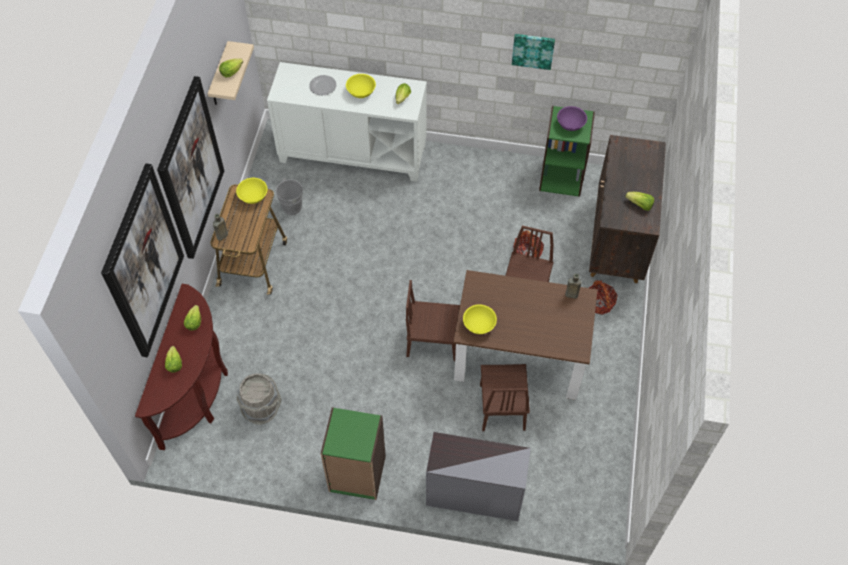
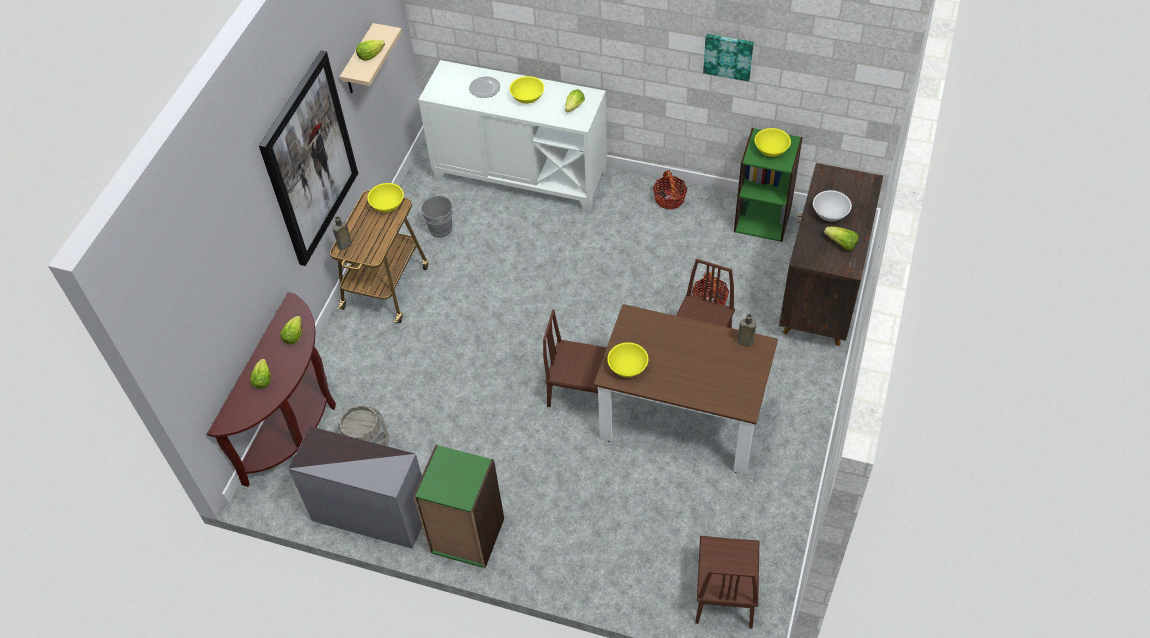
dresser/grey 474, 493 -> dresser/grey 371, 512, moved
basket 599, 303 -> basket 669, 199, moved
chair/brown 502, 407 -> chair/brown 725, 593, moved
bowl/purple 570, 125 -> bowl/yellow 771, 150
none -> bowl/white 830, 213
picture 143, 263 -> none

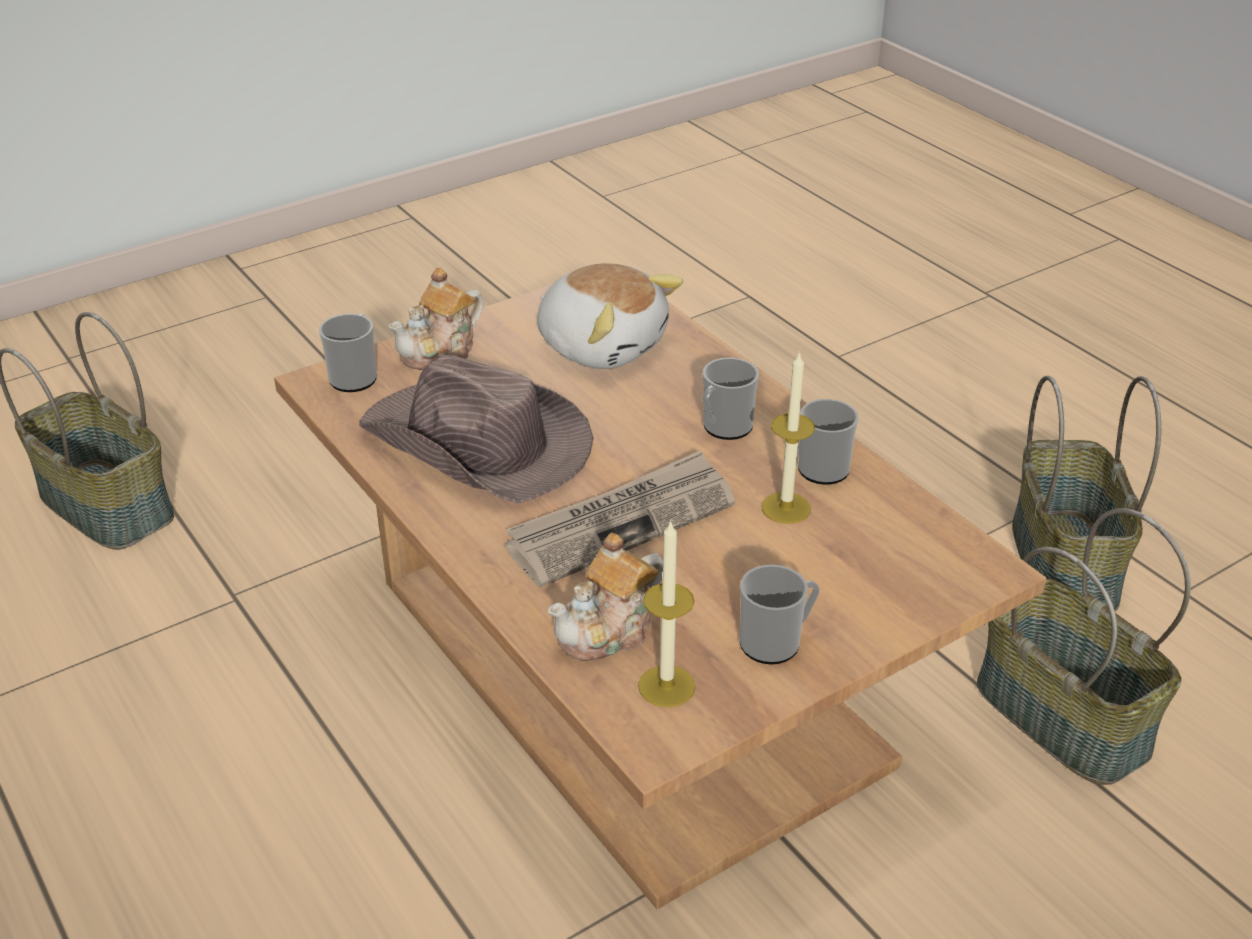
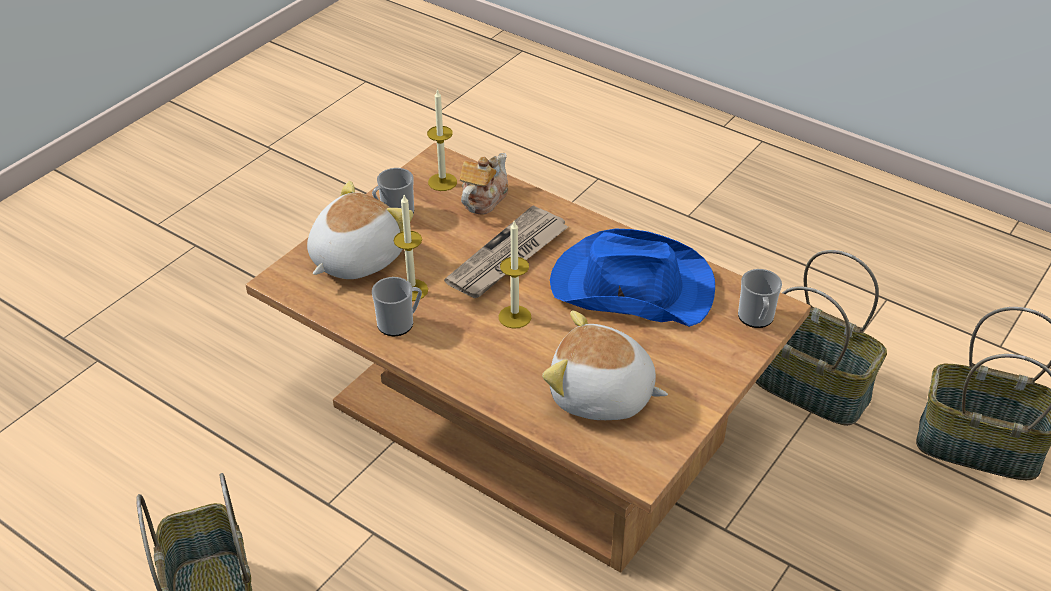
none -> plush toy 355, 258
none -> candle 514, 317
hat/brown 477, 445 -> hat/blue 630, 286
basket 1059, 718 -> basket 812, 387, moved
teapot 441, 351 -> none
mug 724, 428 -> none

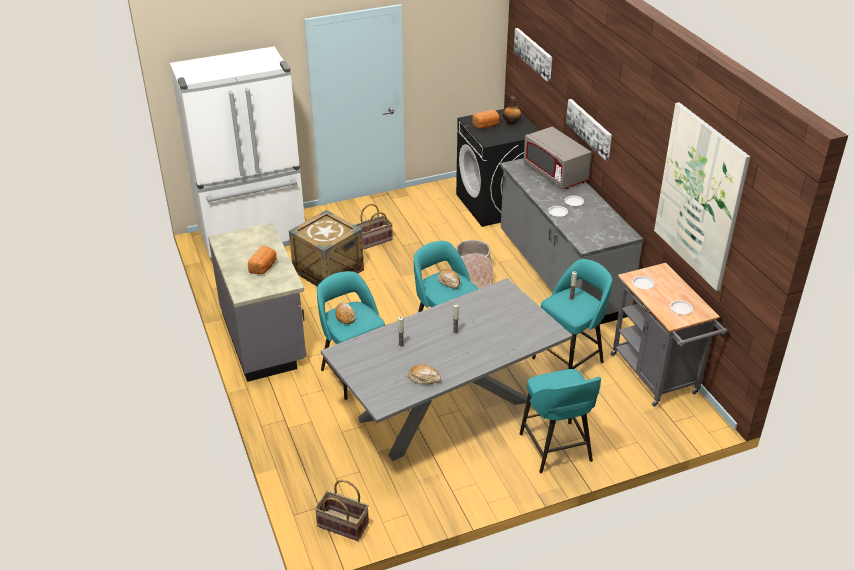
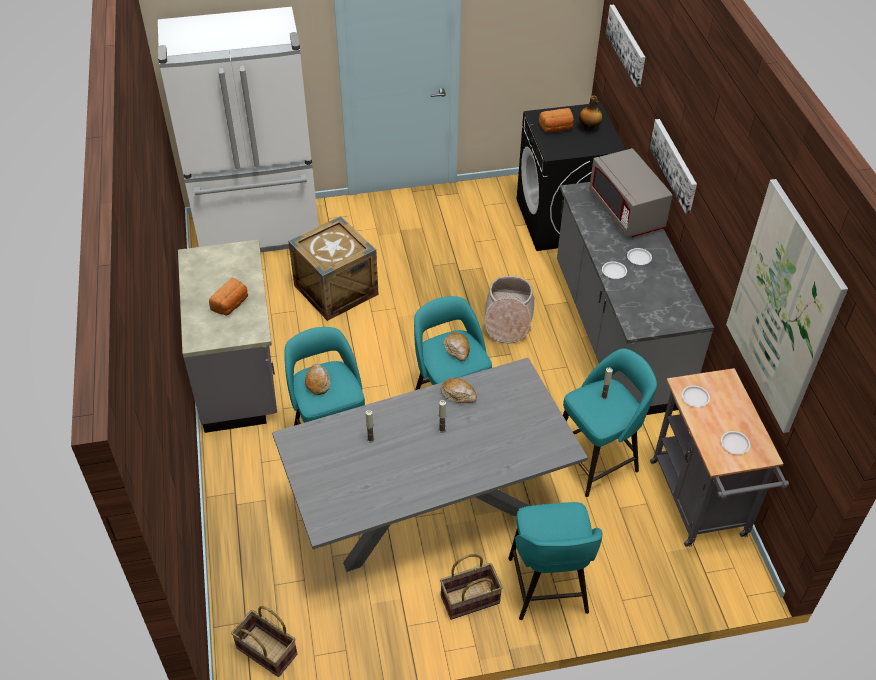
basket 374, 240 -> basket 470, 600, moved
bread 424, 378 -> bread 458, 394, moved

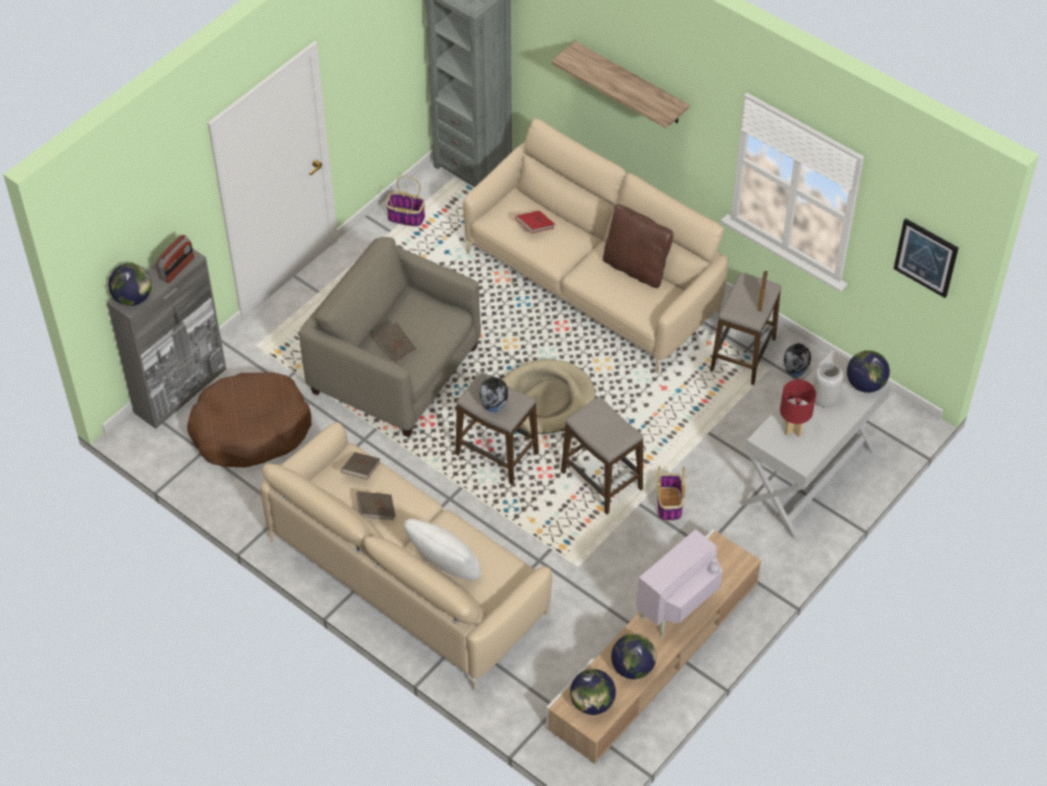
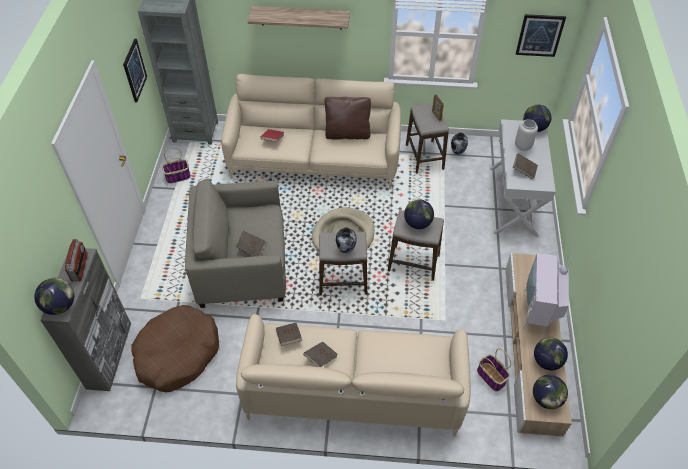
none -> picture 134, 70
none -> globe 417, 223
basket 669, 505 -> basket 491, 377, moved
table lamp/red 792, 430 -> book/brown 524, 170
pillow/white 444, 569 -> none

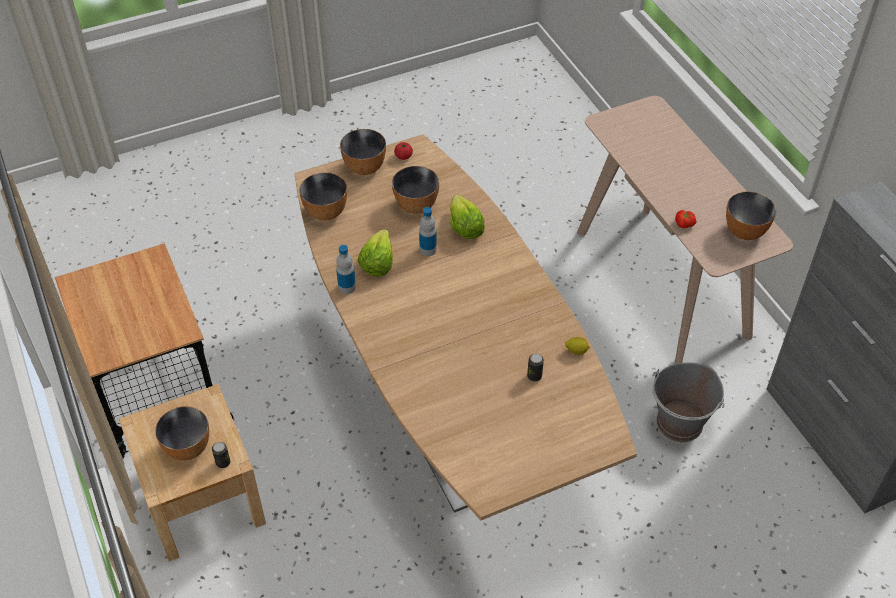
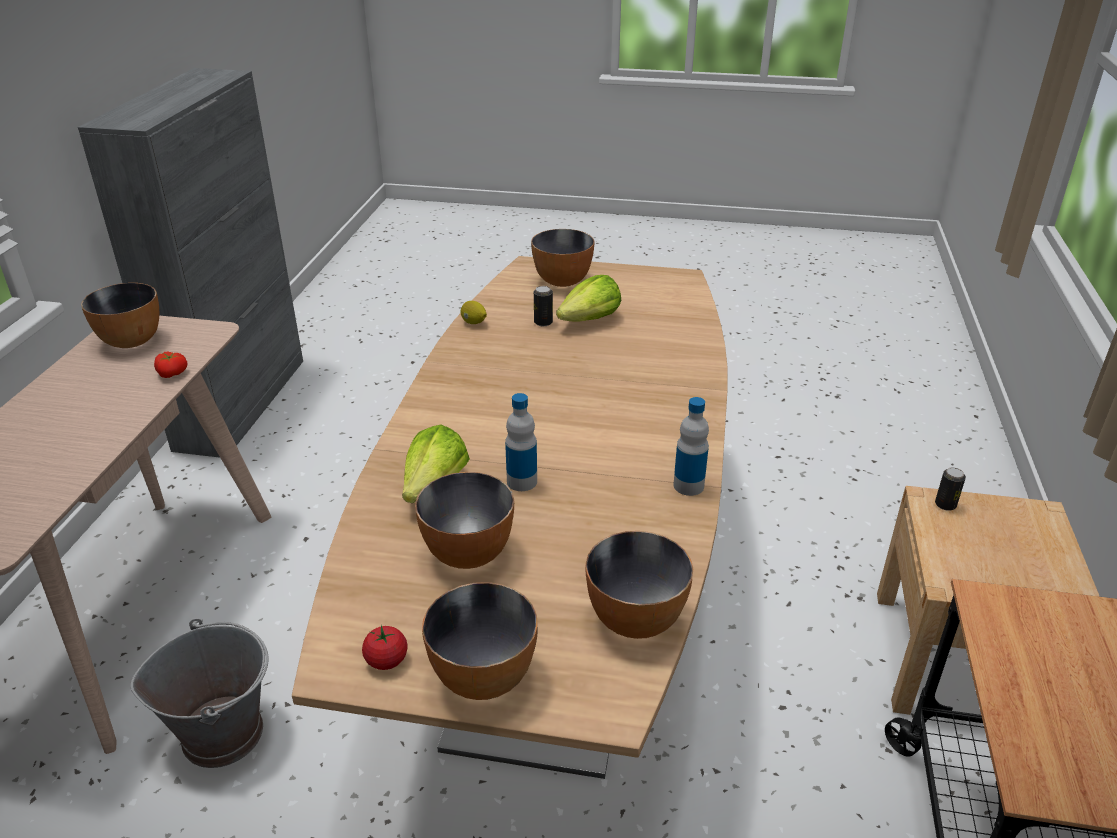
bucket/grey 680, 423 -> bucket/grey 223, 733, moved
bowl 187, 448 -> bowl 563, 281, moved
lettuce 377, 263 -> lettuce 590, 320, moved

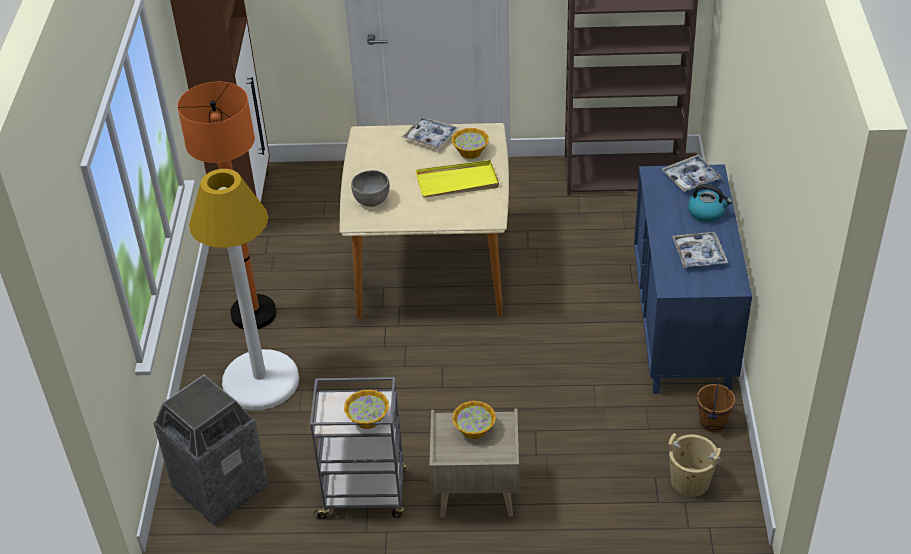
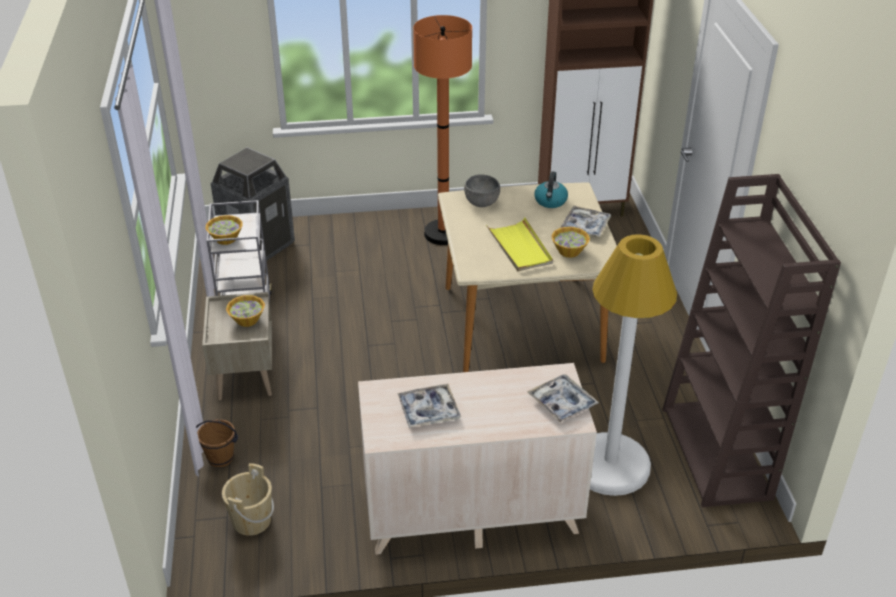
bucket/brown 713, 423 -> bucket/brown 220, 459, moved
dresser/blue 682, 326 -> dresser/beige 471, 511
kettle 707, 213 -> kettle 550, 201, moved
floor lamp/white 260, 381 -> floor lamp/white 609, 465, moved

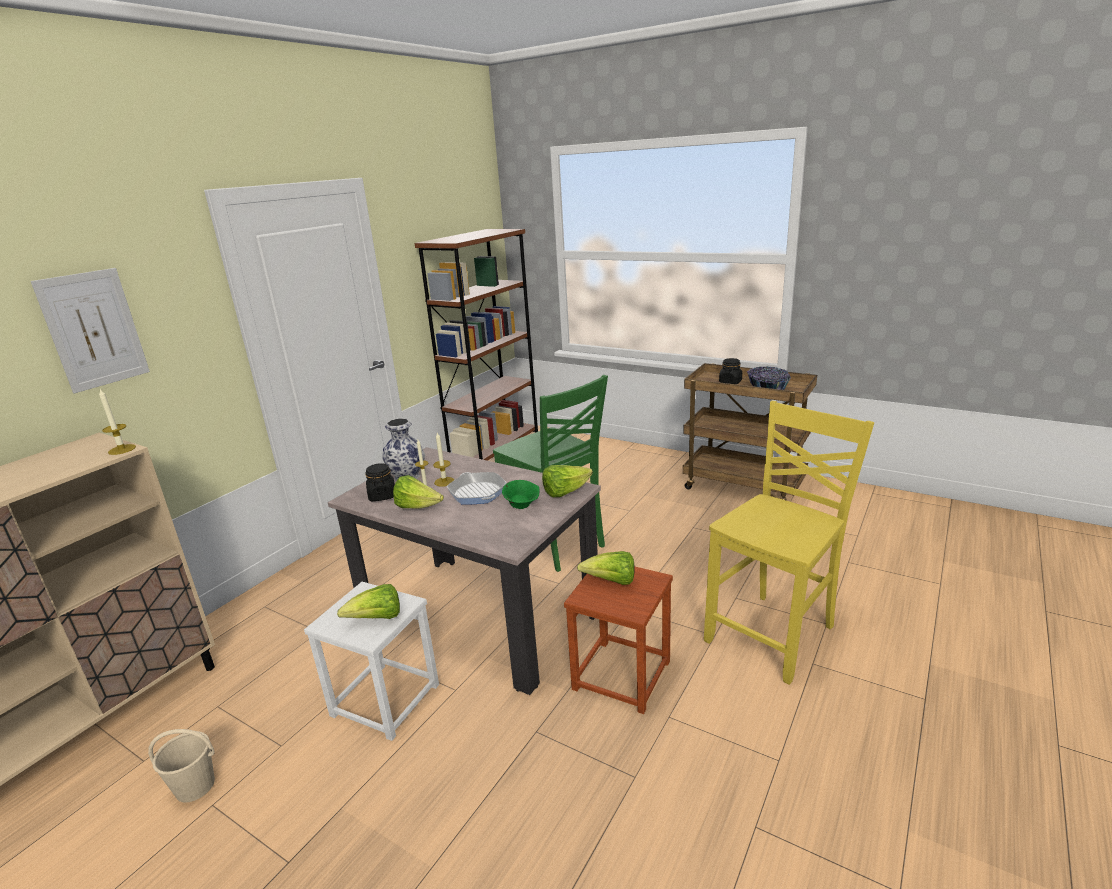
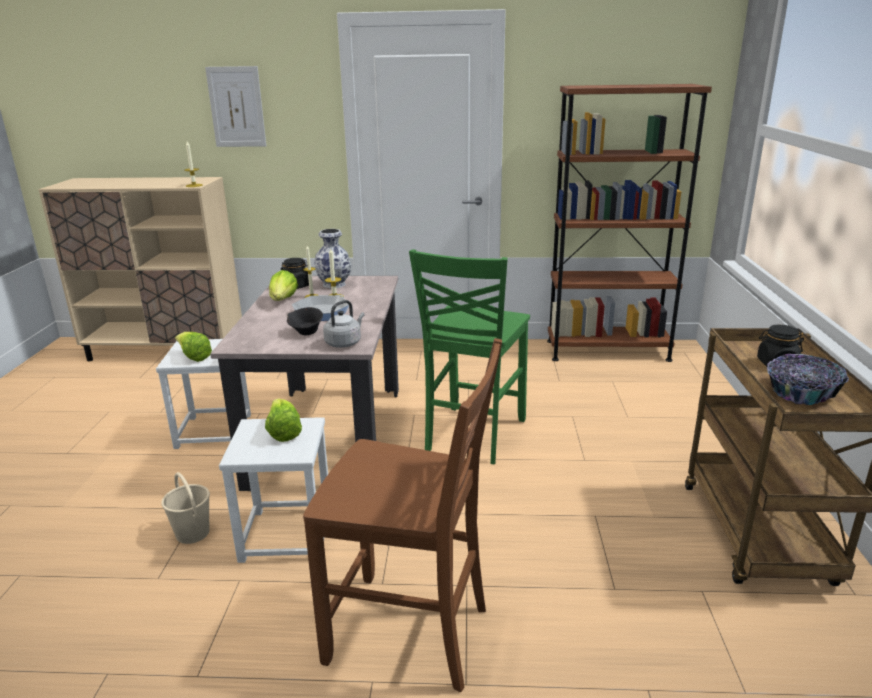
bucket/beige 196, 786 -> bucket/beige 193, 533, moved
stool/brown 622, 675 -> stool/white 286, 535
bowl/green 522, 505 -> bowl/black 307, 333
chair/yellow 774, 634 -> chair/brown 411, 634
lettuce 565, 492 -> kettle/grey 344, 343

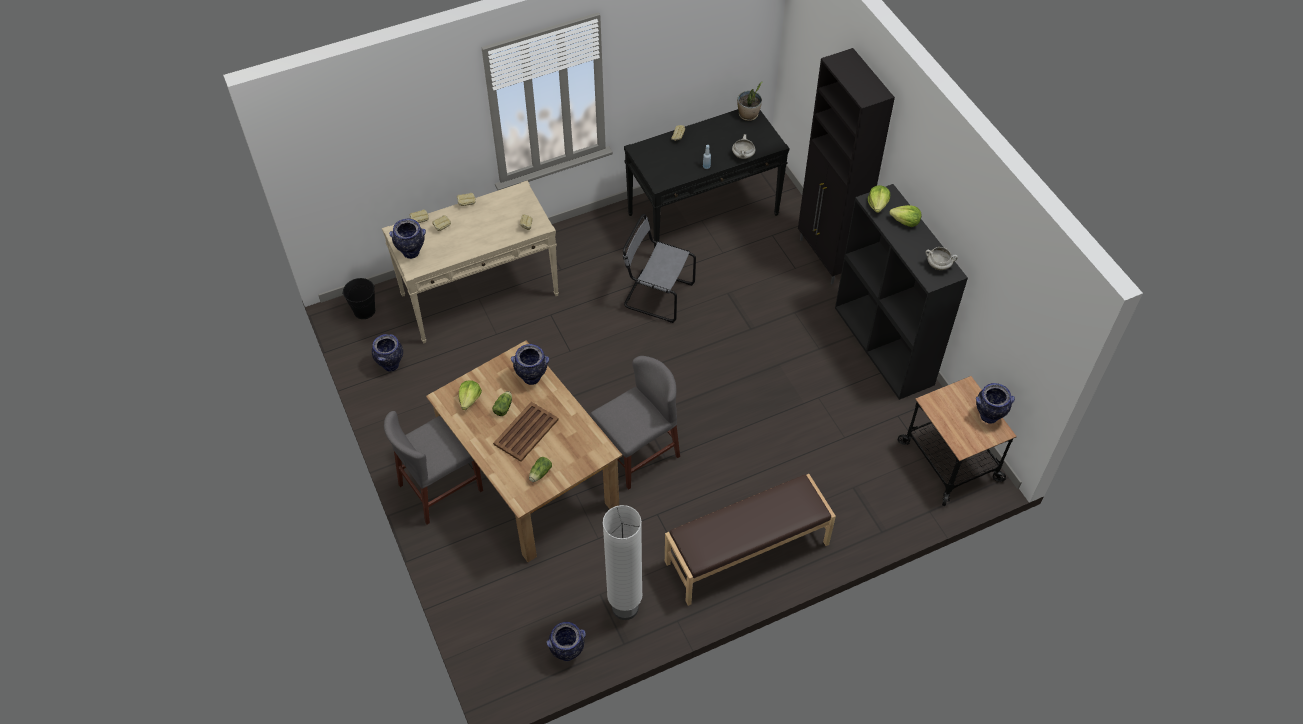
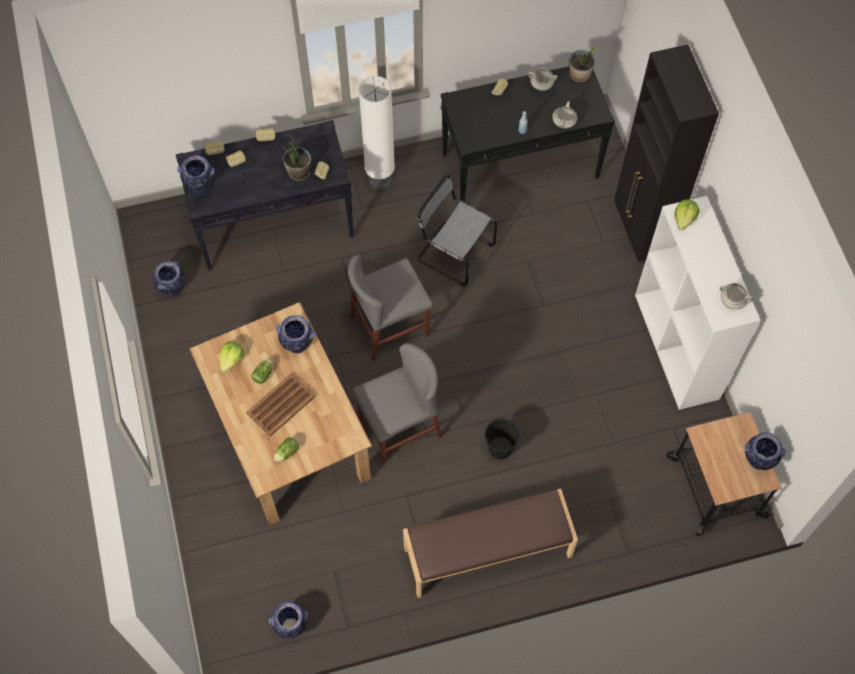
console table/beige 480, 294 -> console table/black 275, 224
none -> potted plant 299, 172
chair/grey 441, 487 -> chair/grey 389, 326, moved
floor lamp/white 625, 607 -> floor lamp/white 380, 181, moved
bucket/black 364, 310 -> bucket/black 500, 448, moved
none -> cooking pot/white 541, 85
bookcase/black 884, 346 -> bookcase/white 677, 347
lettuce 905, 222 -> none

